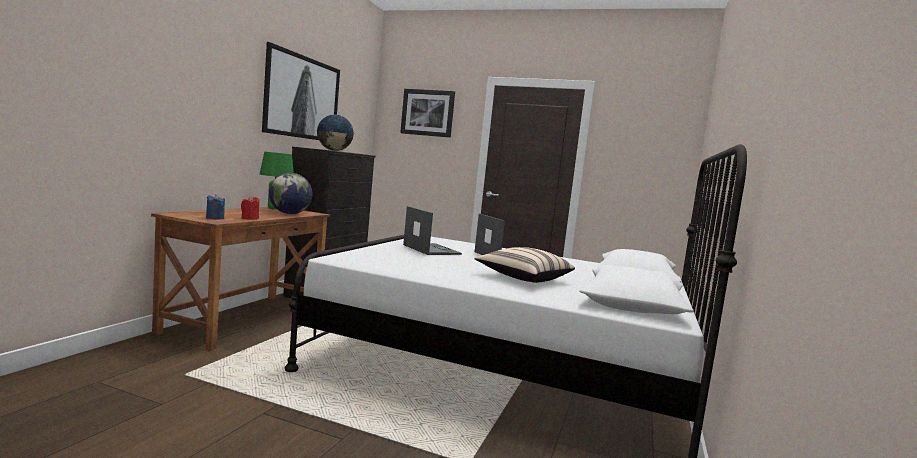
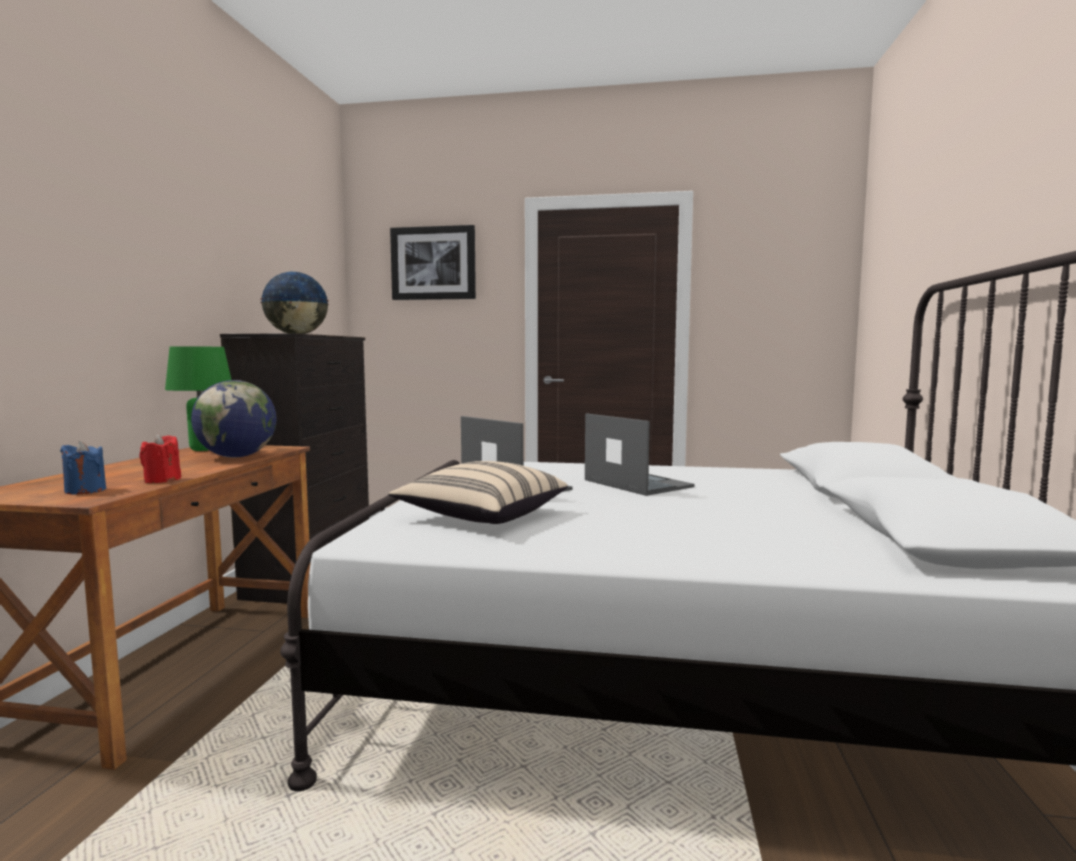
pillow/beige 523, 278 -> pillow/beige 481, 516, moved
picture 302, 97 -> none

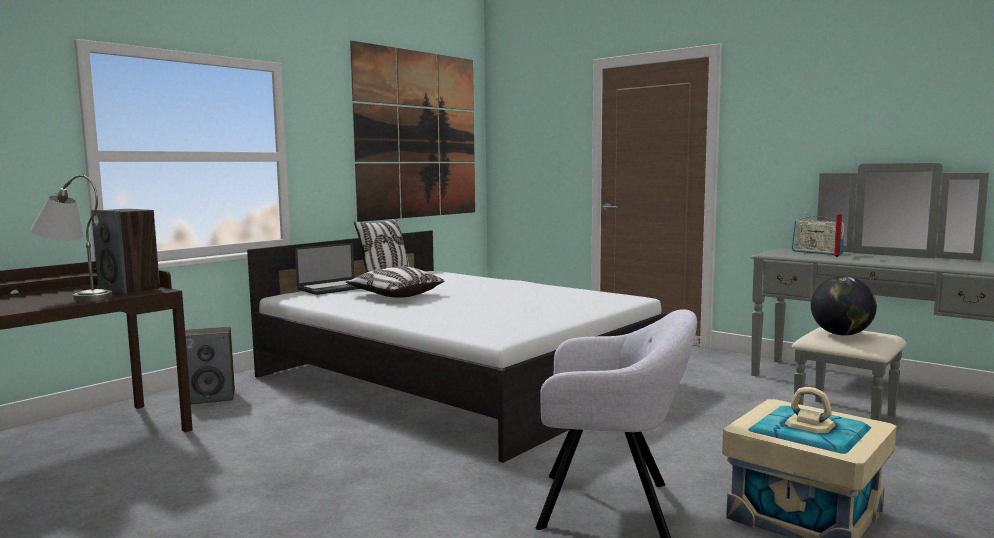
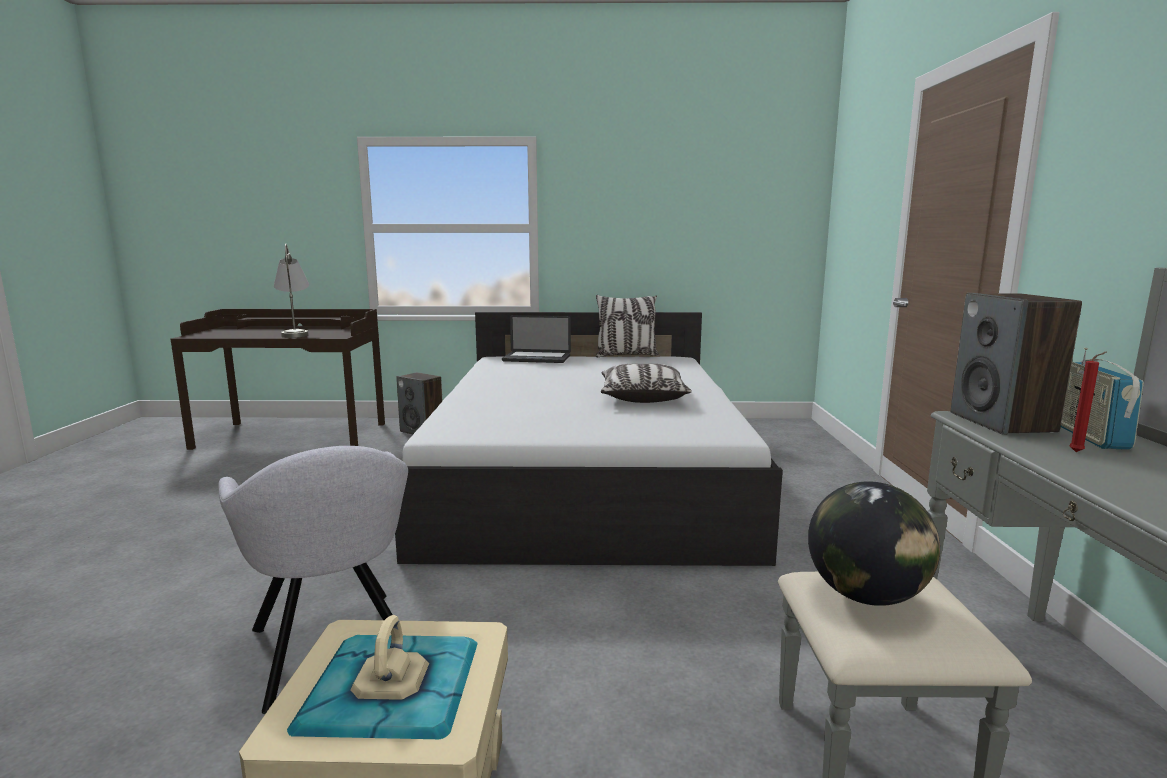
pillow 395, 295 -> pillow 642, 397, moved
speaker 130, 289 -> speaker 1003, 423, moved
picture 418, 135 -> none

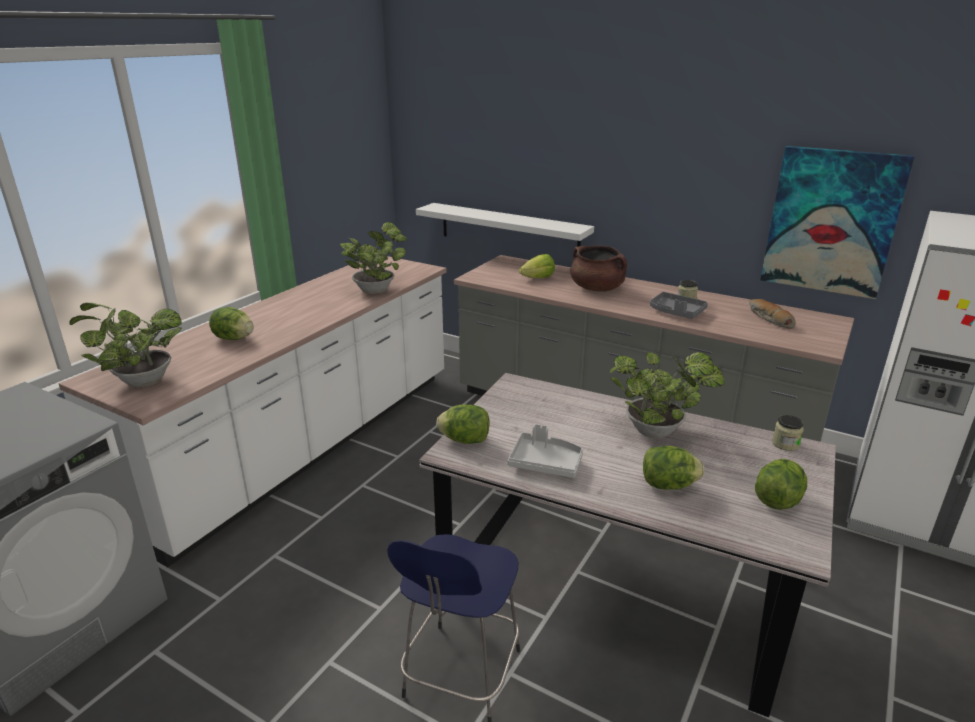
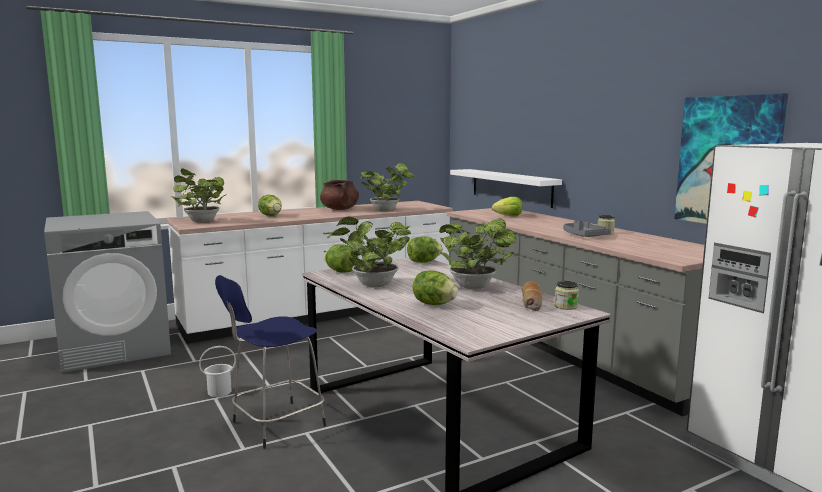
none -> bucket/white 219, 391
cooking pot/brown 597, 288 -> cooking pot/brown 340, 209, moved
tray/grey 545, 463 -> potted plant 371, 285
lettuce 777, 500 -> lettuce 424, 262, moved
bread 769, 319 -> bread 531, 302, moved

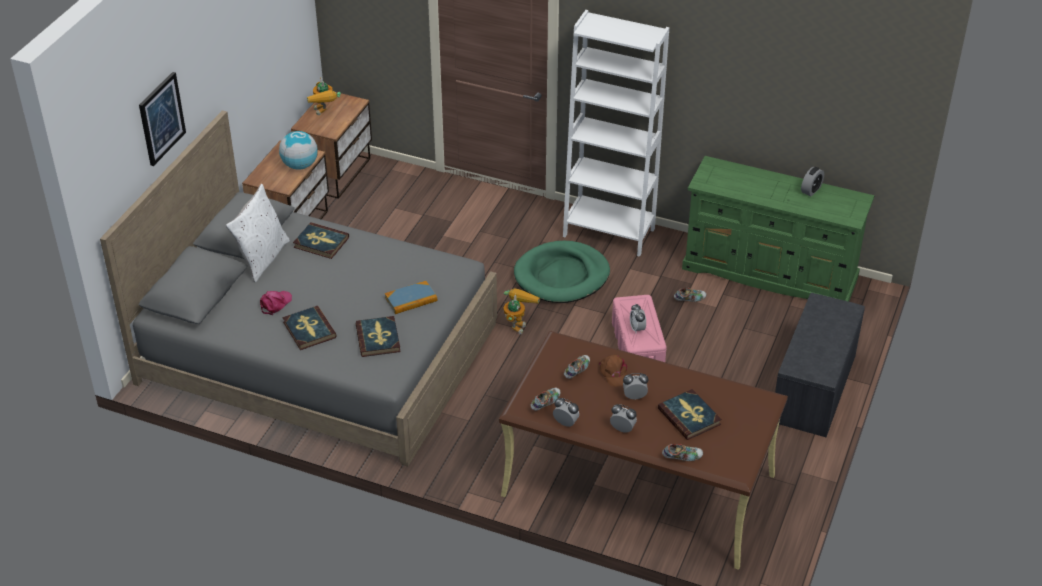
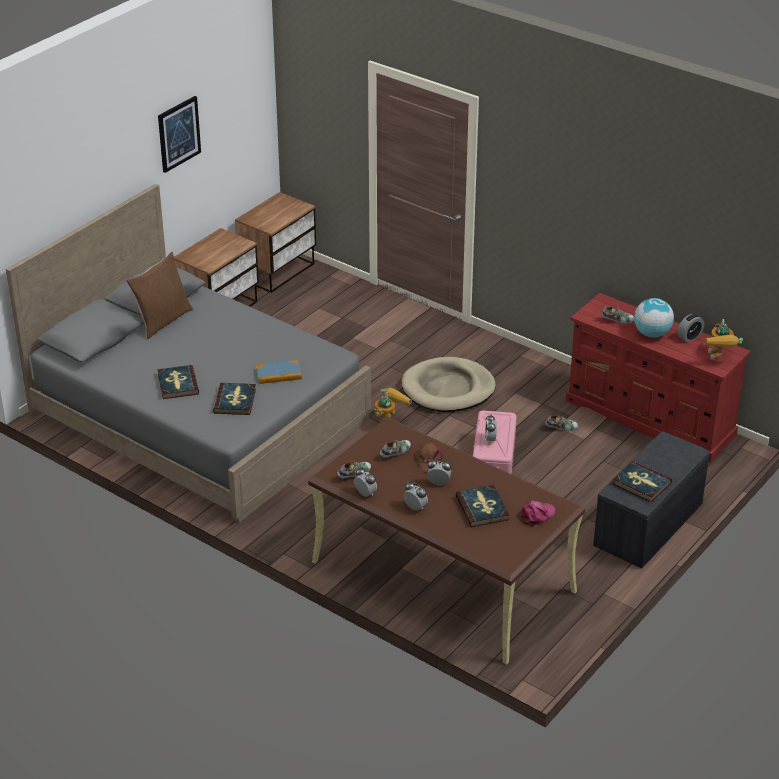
pillow/white 262, 258 -> pillow/brown 162, 320
picture 161, 118 -> picture 178, 133, moved
dog bed/green 562, 276 -> dog bed/beige 448, 389
cap/pink 275, 304 -> cap/pink 537, 515, moved
dresser/green 770, 273 -> dresser/red 650, 418
shoe 682, 457 -> shoe 617, 321, moved
book 321, 242 -> book 641, 483, moved
globe 300, 165 -> globe 652, 334, moved
toy robot 325, 113 -> toy robot 719, 358, moved
bookcase/white 609, 232 -> none

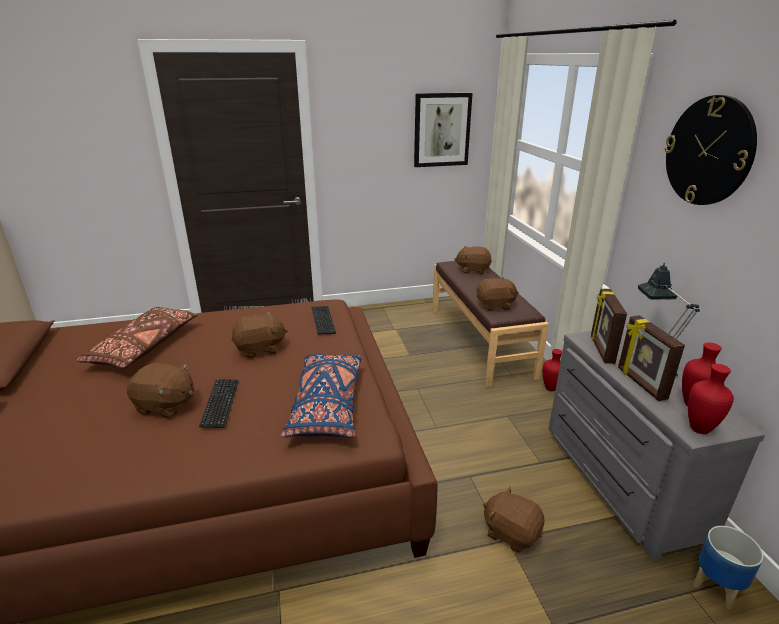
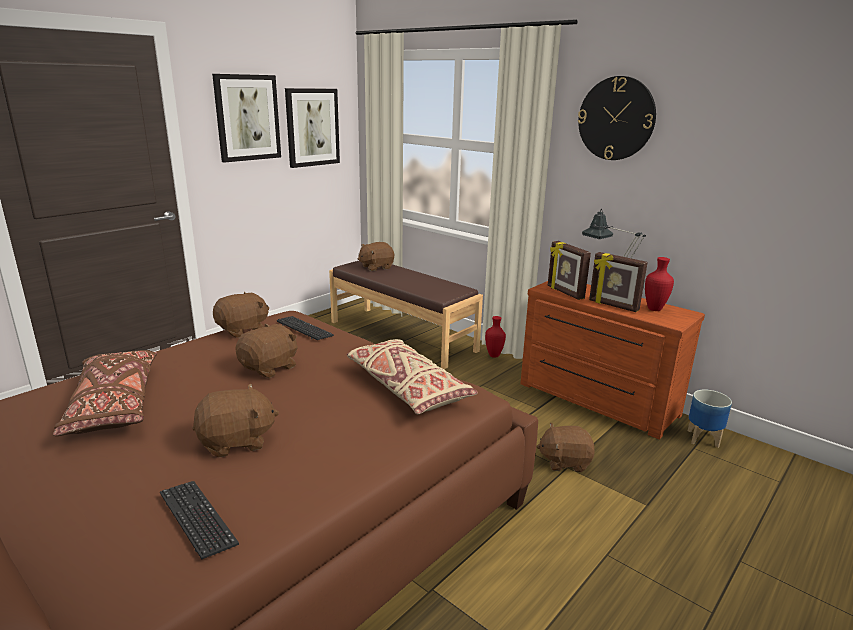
keyboard 220, 404 -> keyboard 197, 519, moved
none -> picture 247, 118
plush toy/brown 495, 306 -> plush toy/brown 243, 330, moved
pillow/blue 327, 405 -> pillow/beige 407, 388
dresser/grey 617, 480 -> dresser/brown 595, 400
vase/red 698, 429 -> none

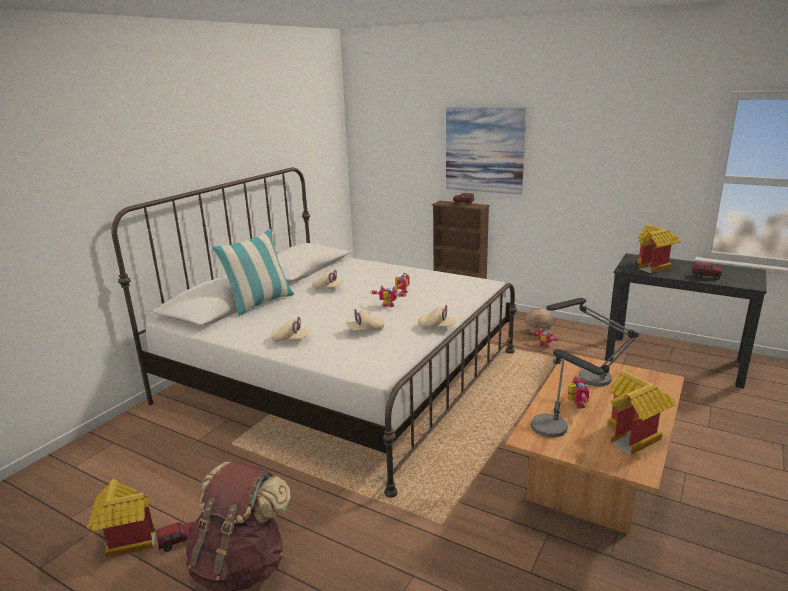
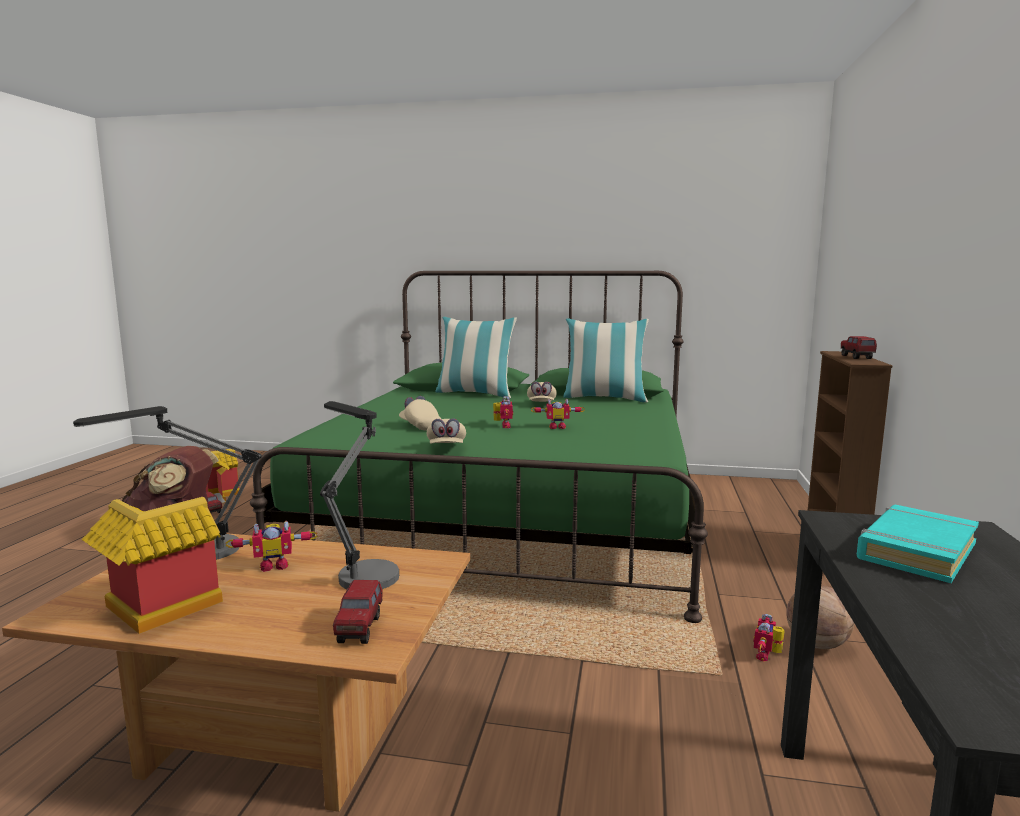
bed/white 341, 376 -> bed/green 509, 517
toy truck 705, 277 -> toy truck 360, 629, moved
none -> pillow 604, 398
toy house 654, 267 -> book/turquoise 916, 550
cap/beige 291, 340 -> none
picture 484, 150 -> none

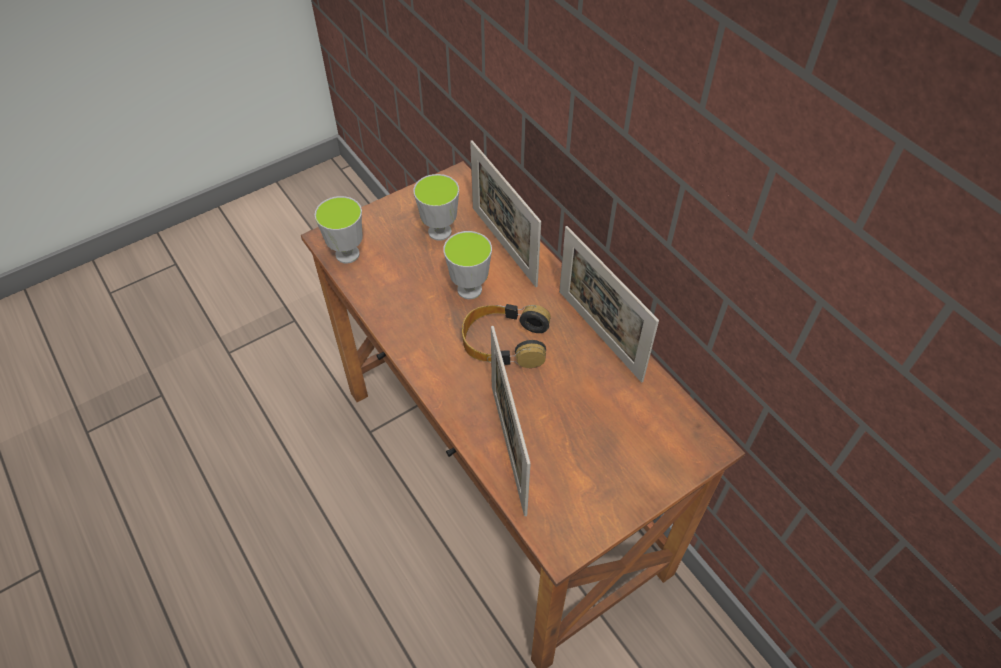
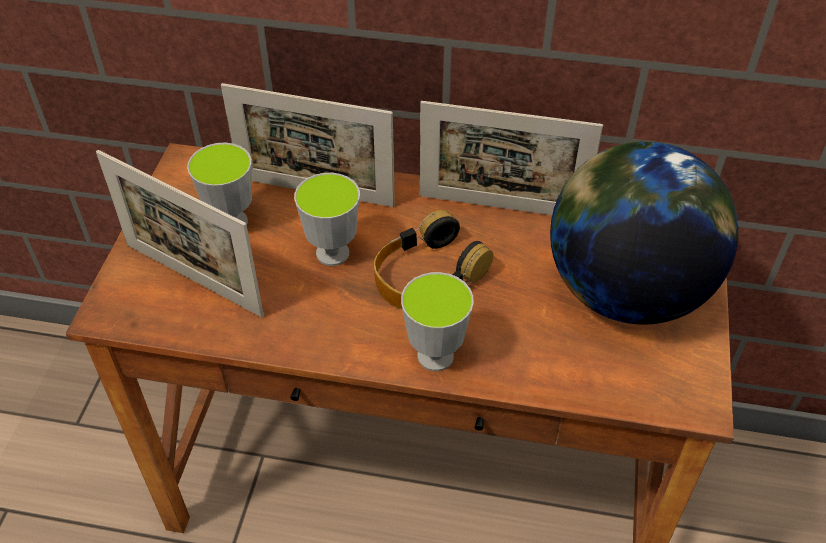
picture frame 508, 448 -> picture frame 193, 279, moved
cup 347, 254 -> cup 435, 356, moved
none -> globe 625, 291

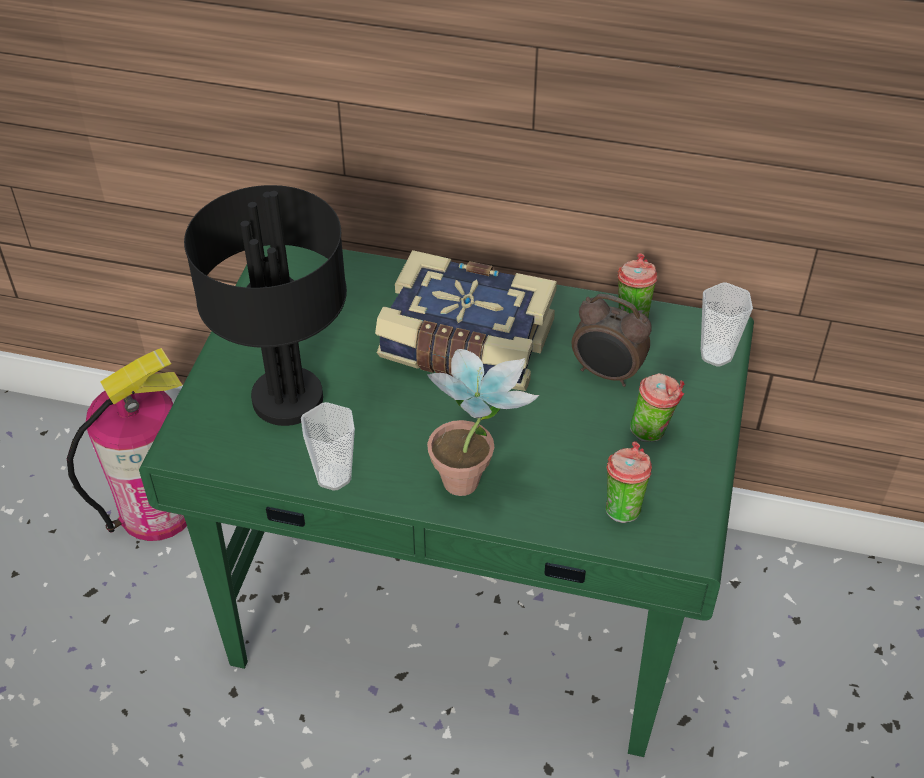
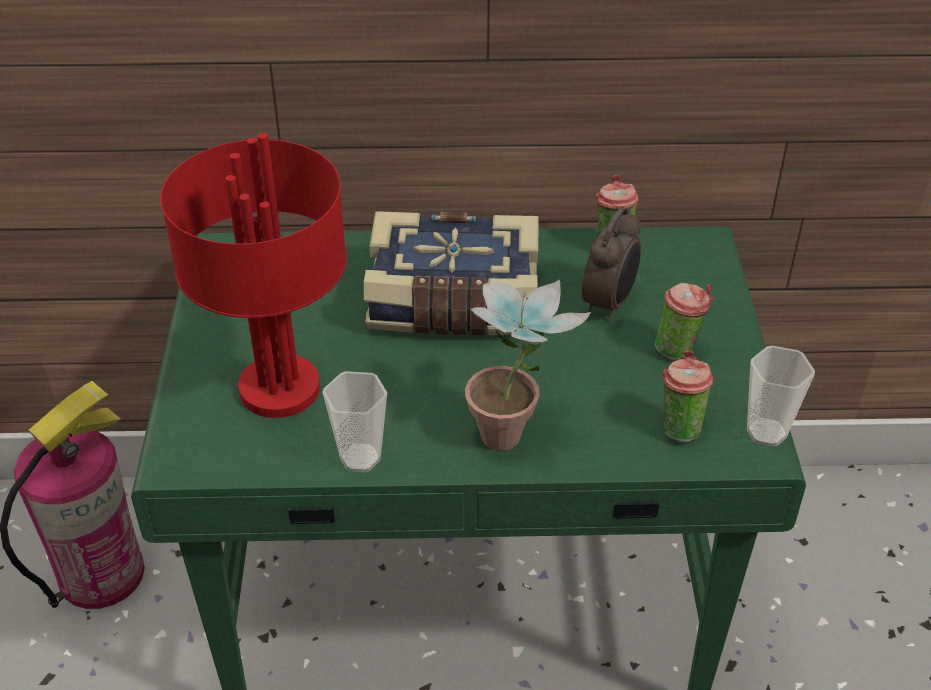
table lamp/black 286, 400 -> table lamp/red 278, 390
alarm clock 606, 374 -> alarm clock 609, 303, 75 degrees counterclockwise
cup 716, 354 -> cup 766, 432, moved

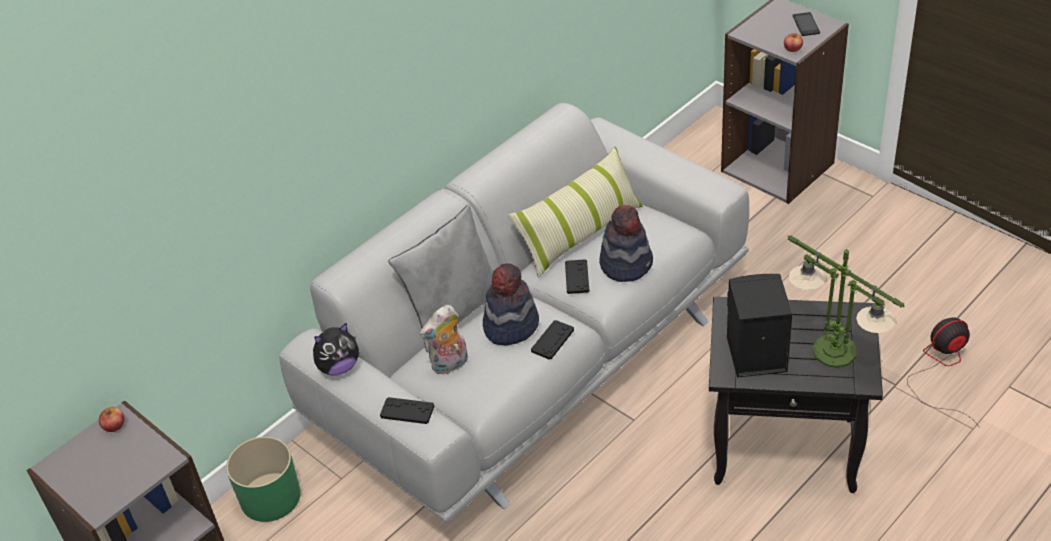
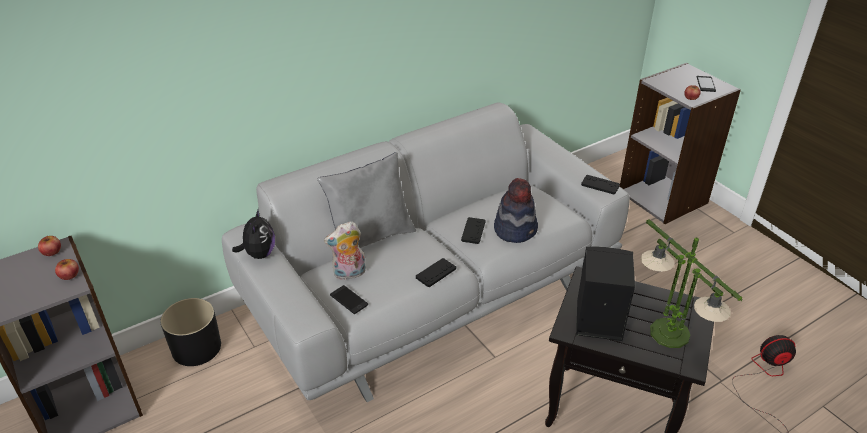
none -> apple 69, 275
planter/green 270, 496 -> planter/black 197, 347
plush toy 339, 367 -> plush toy 259, 254, 75 degrees counterclockwise
none -> phone 349, 300
game controller/black 407, 411 -> game controller/black 600, 185, moved
hat 510, 325 -> none
pillow 580, 234 -> none

